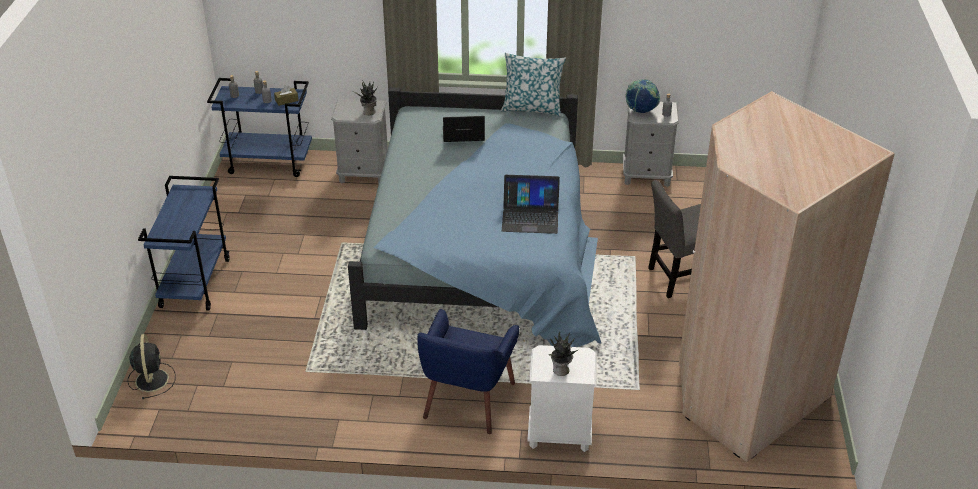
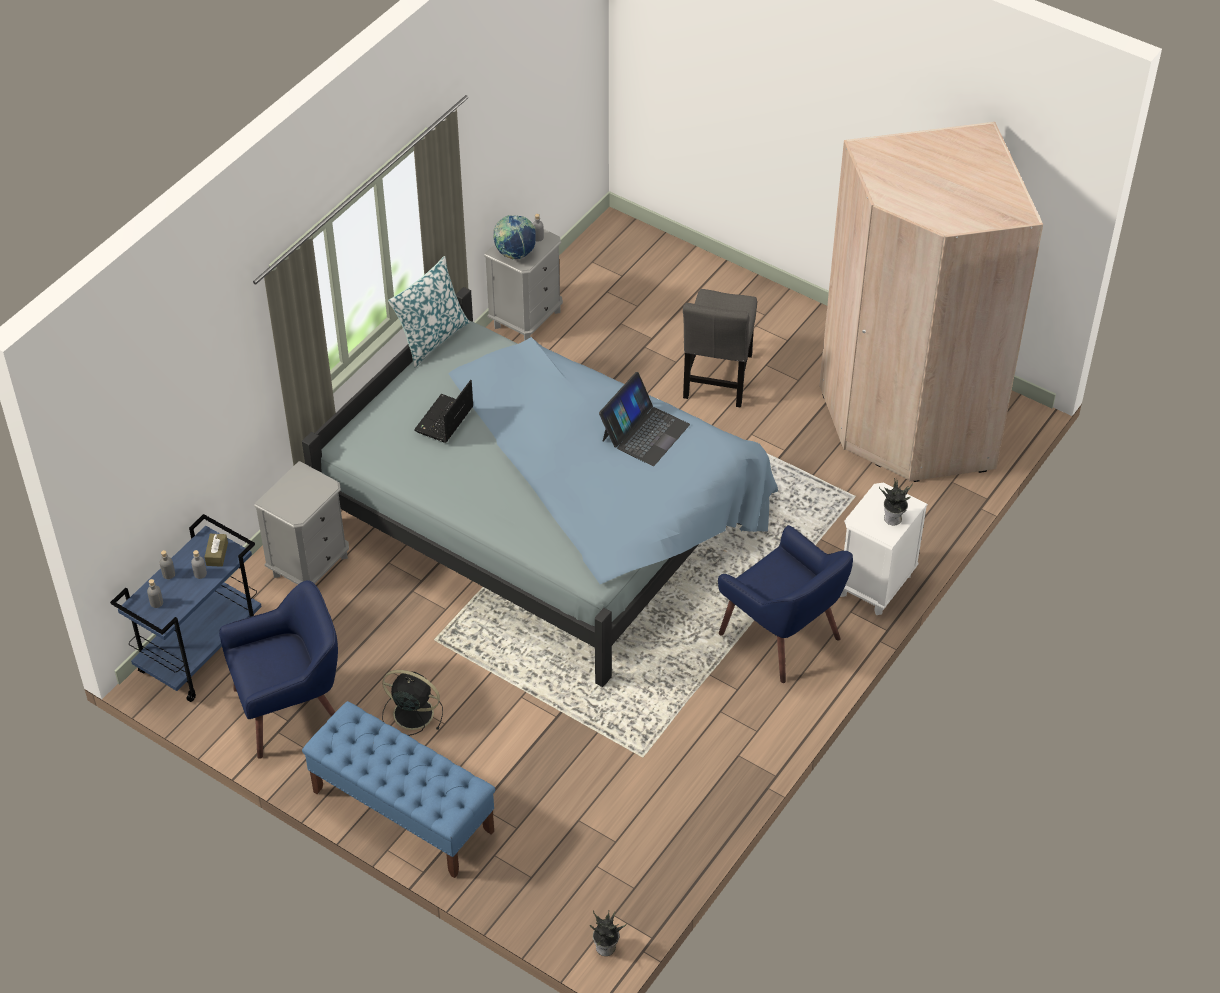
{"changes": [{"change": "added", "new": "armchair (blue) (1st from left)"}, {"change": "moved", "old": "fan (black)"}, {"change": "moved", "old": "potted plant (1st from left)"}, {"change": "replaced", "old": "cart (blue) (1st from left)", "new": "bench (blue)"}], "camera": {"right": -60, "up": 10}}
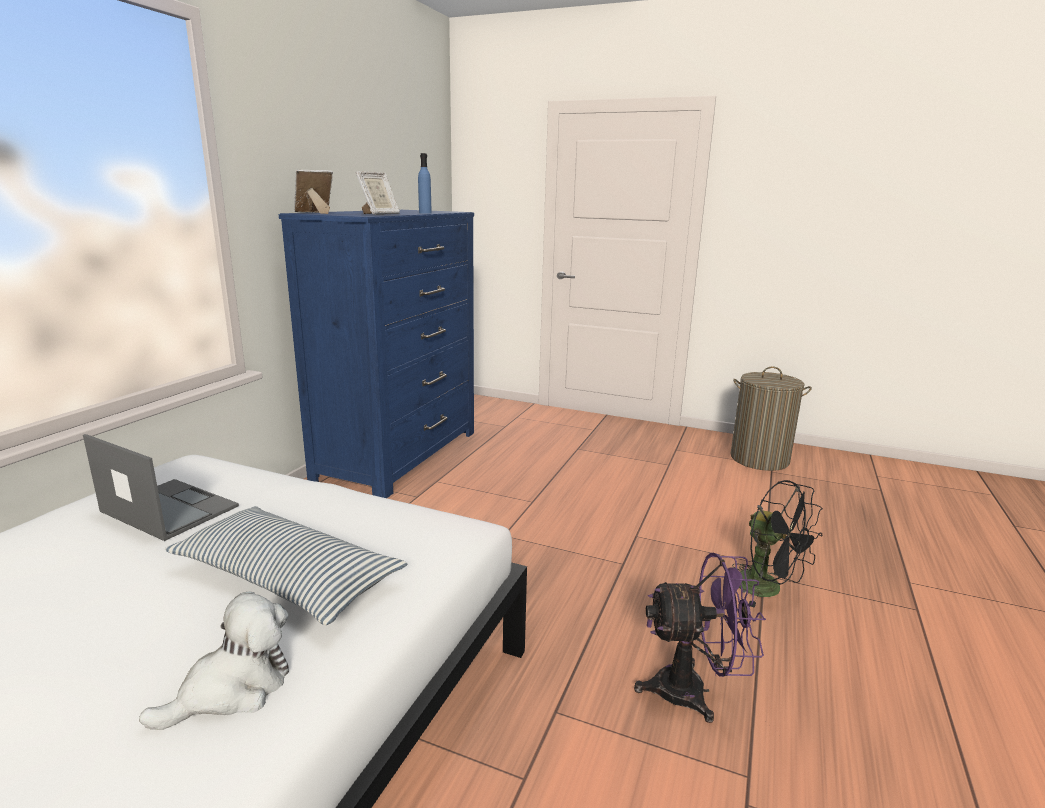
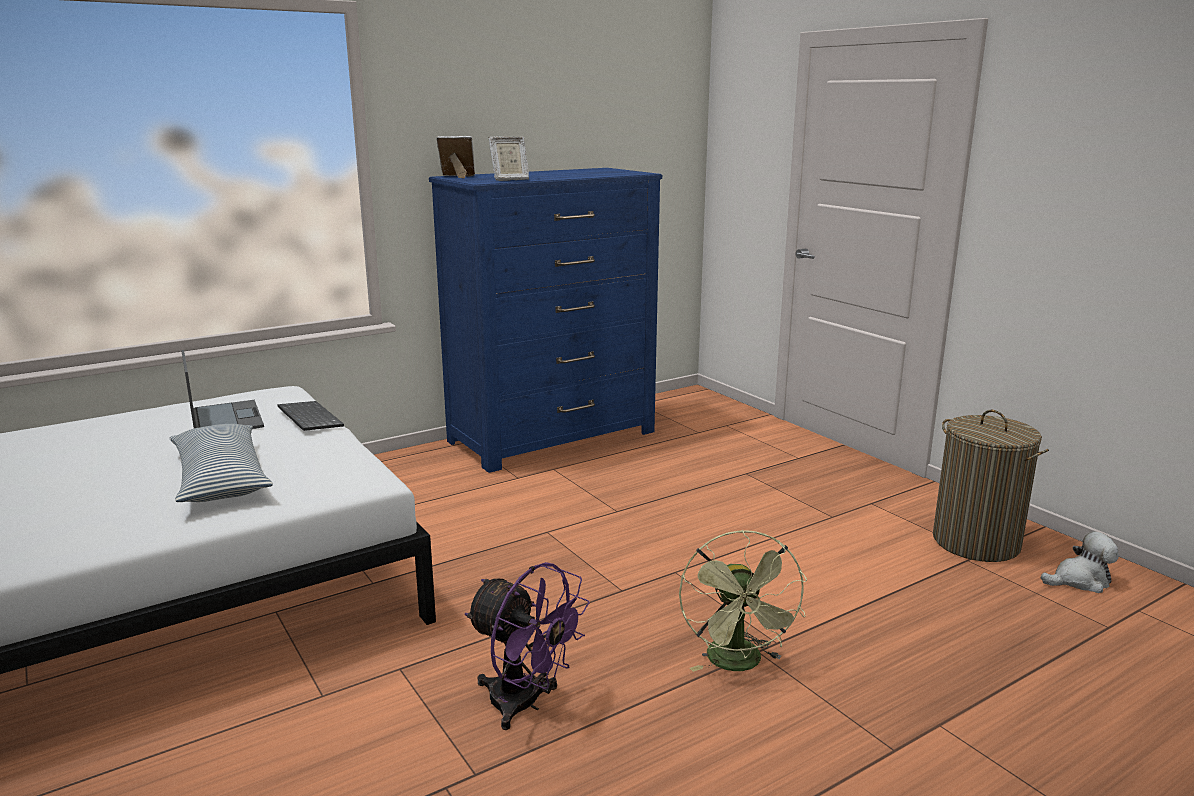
{"changes": [{"change": "removed", "old": "bottle (blue)"}, {"change": "added", "new": "keyboard"}, {"change": "moved", "old": "plush toy"}, {"change": "recoloured", "old": "fan (black)", "new": "fan (green)"}], "camera": {"right": 35, "up": 0}}
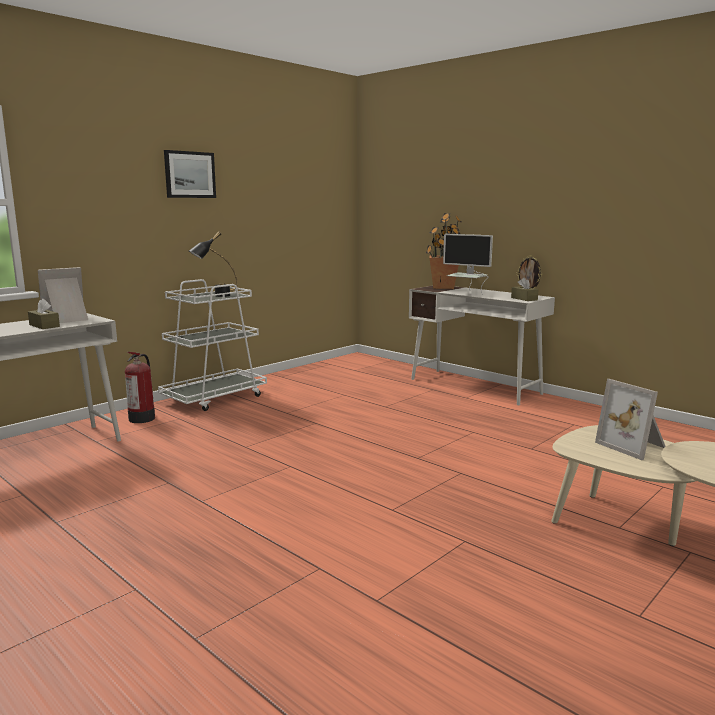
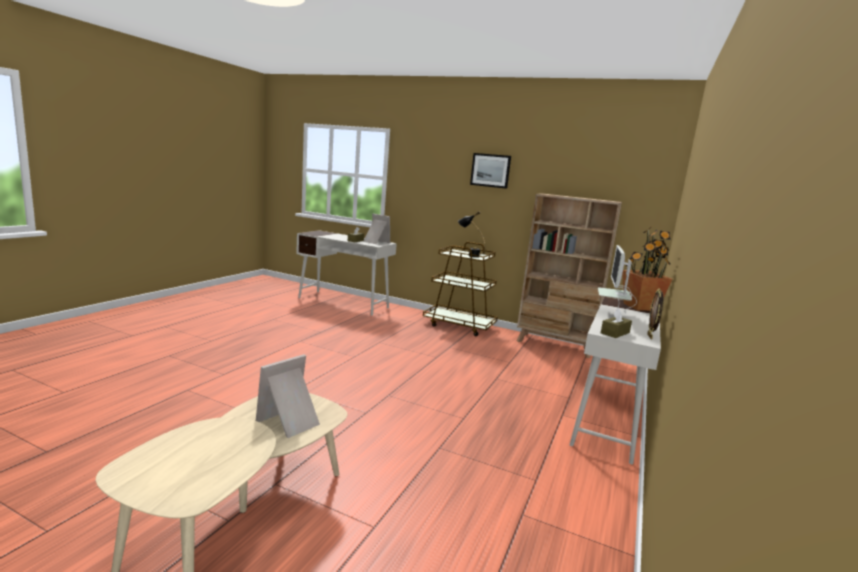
{"changes": [{"change": "removed", "old": "fire extinguisher"}, {"change": "added", "new": "bookcase (beige)"}, {"change": "recoloured", "old": "cart (white)", "new": "cart (brown)"}], "camera": {"right": 70, "up": 0}}
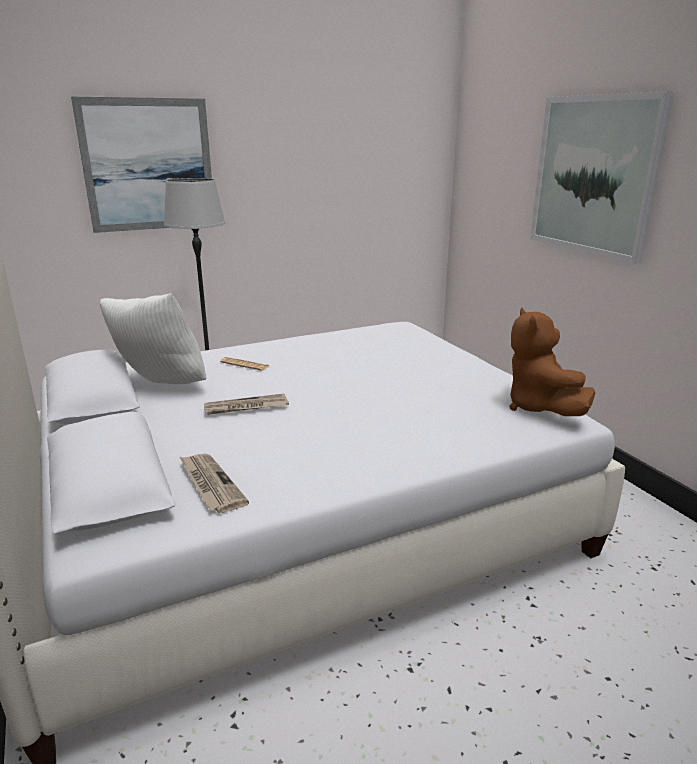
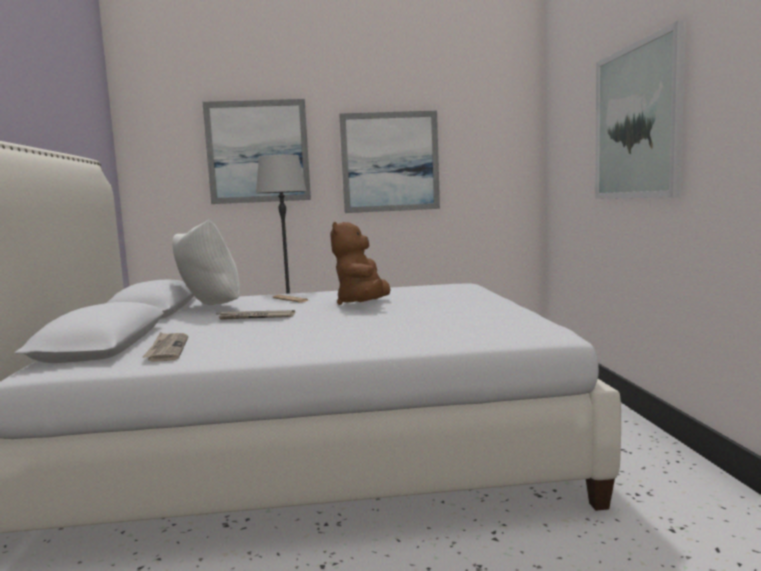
{"changes": [{"change": "added", "new": "picture (2nd from left)"}, {"change": "moved", "old": "plush toy (brown)"}], "camera": {"right": 20, "up": -15}}
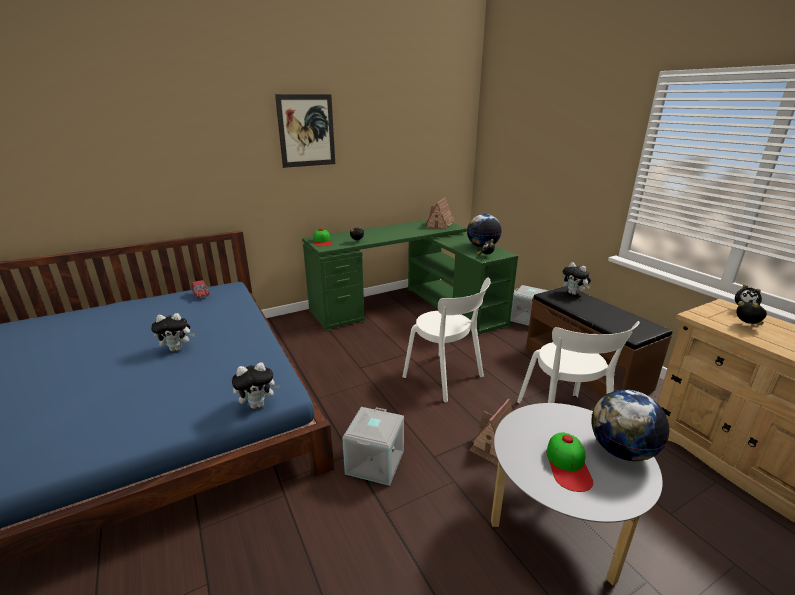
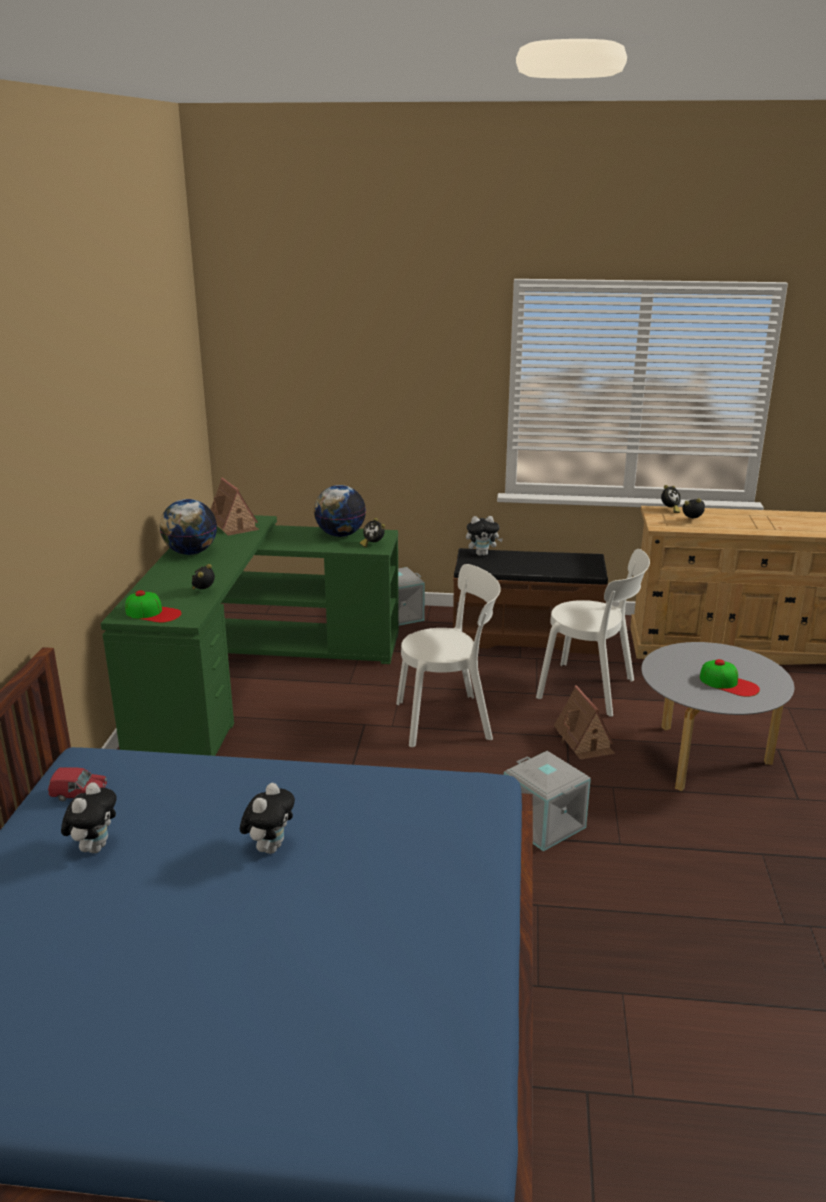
{"changes": [{"change": "removed", "old": "picture"}, {"change": "moved", "old": "plush toy (2nd from left in the first image)", "new": "plush toy (1st from left)"}, {"change": "moved", "old": "globe (2nd from left in the first image)", "new": "globe (1st from left)"}], "camera": {"right": -55, "up": 0}}
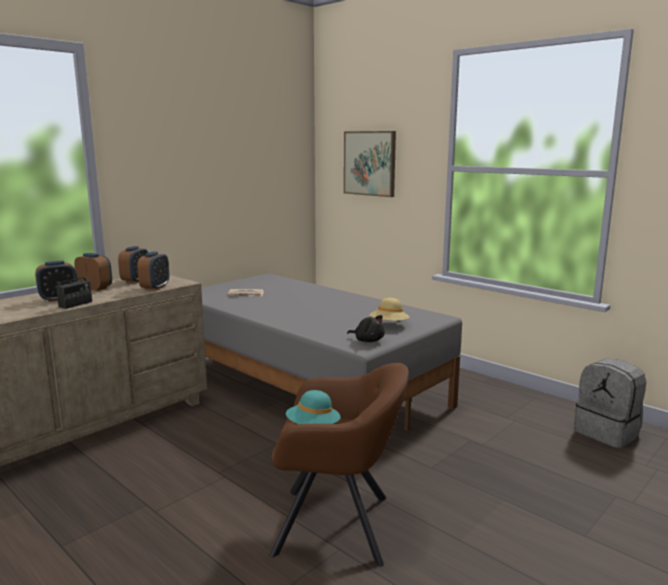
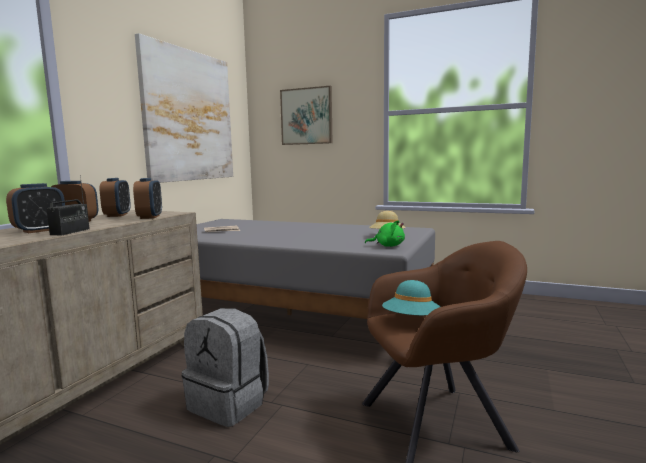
{"changes": [{"change": "added", "new": "picture (1st from left)"}, {"change": "moved", "old": "backpack (grey)"}, {"change": "recoloured", "old": "plush toy (black)", "new": "plush toy (green)"}], "camera": {"right": -20, "up": -5}}
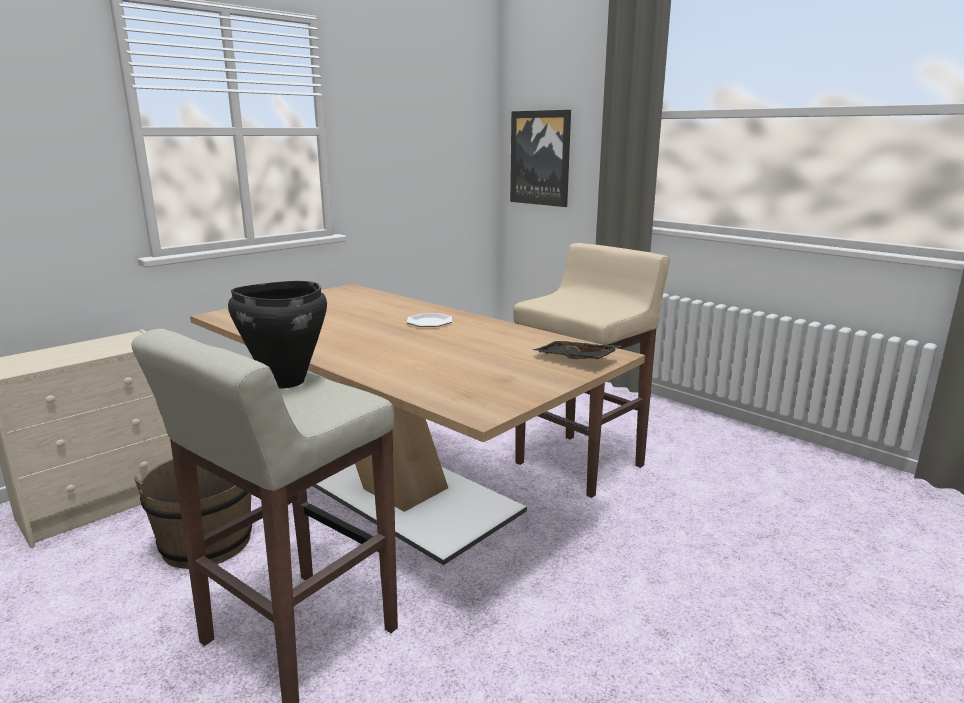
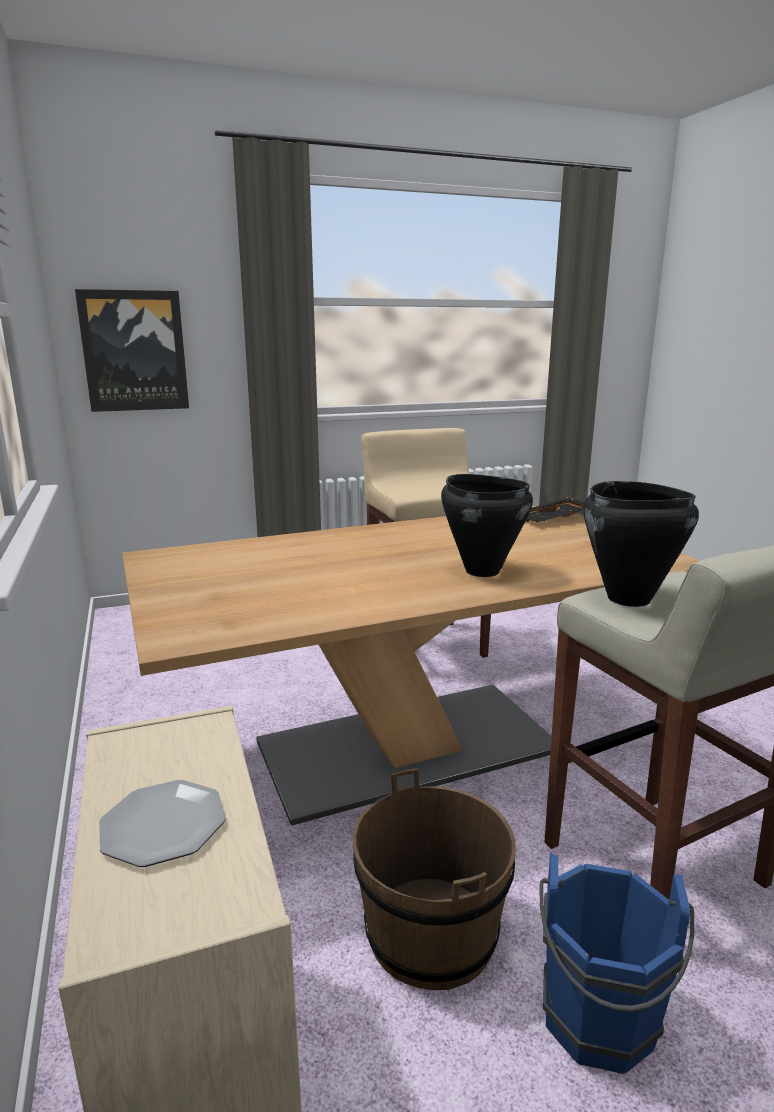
{"changes": [{"change": "added", "new": "cooking pot (black) (1st from left)"}, {"change": "added", "new": "bucket (blue)"}, {"change": "moved", "old": "plate"}], "camera": {"right": -65, "up": 0}}
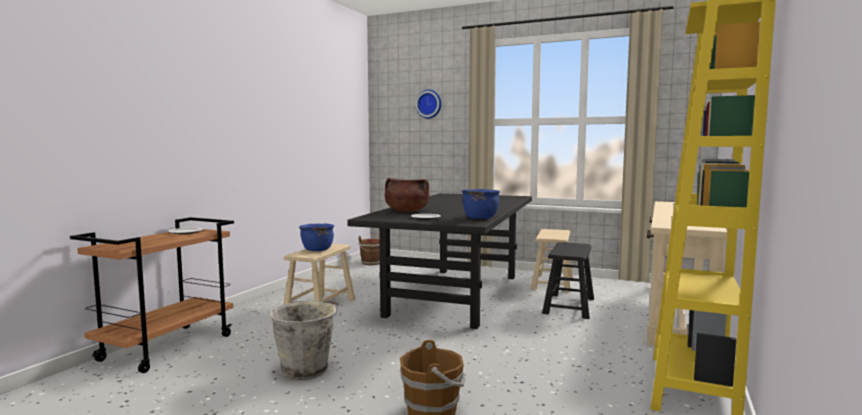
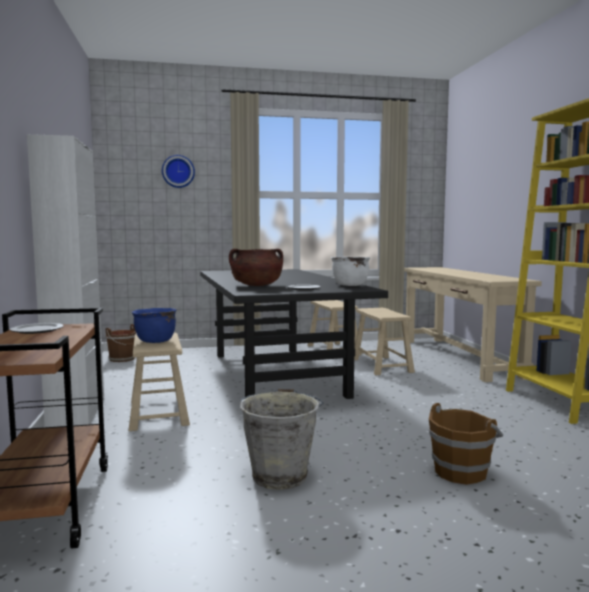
{"changes": [{"change": "added", "new": "cabinet (white)"}, {"change": "recoloured", "old": "cooking pot (blue) (2nd from left)", "new": "cooking pot (white)"}, {"change": "recoloured", "old": "stool (black)", "new": "stool (beige) (3rd from left)"}], "camera": {"right": -35, "up": 0}}
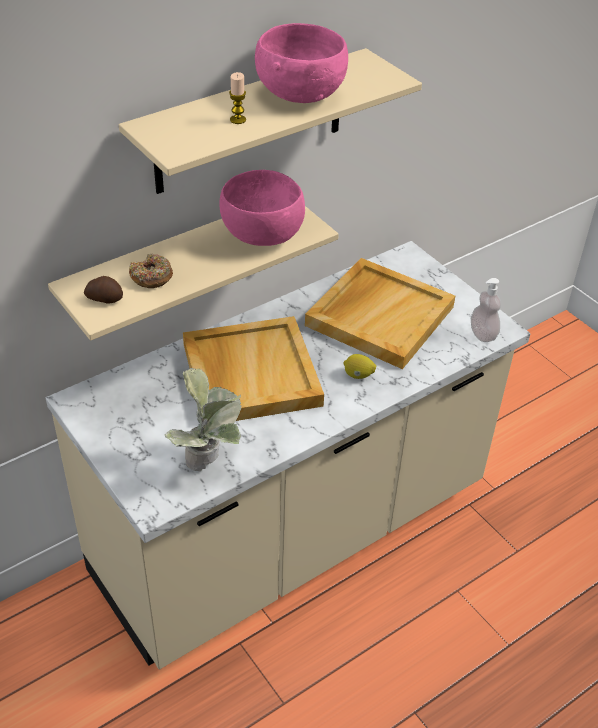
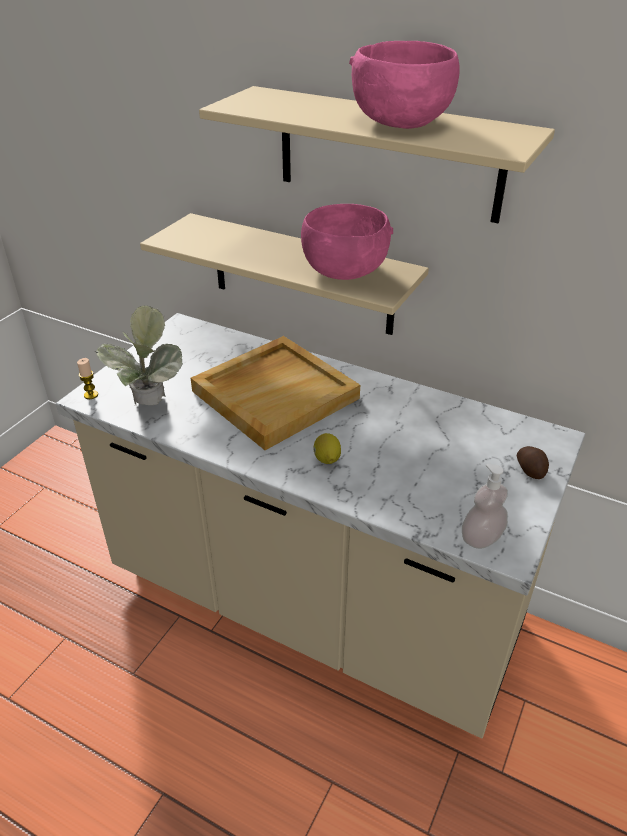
{"changes": [{"change": "removed", "old": "donut"}, {"change": "removed", "old": "tray (beige) (2nd from left)"}, {"change": "moved", "old": "potato"}, {"change": "moved", "old": "candle"}], "camera": {"right": 65, "up": -5}}
